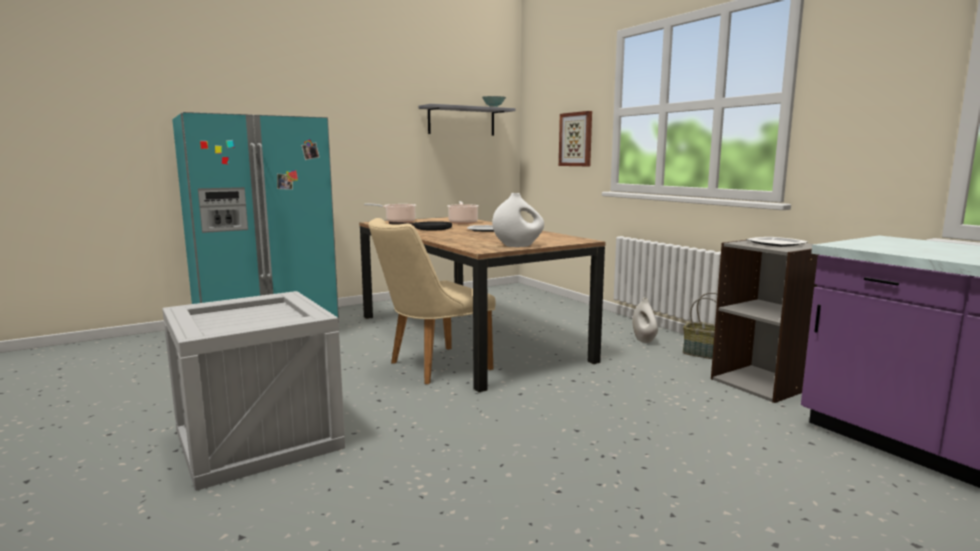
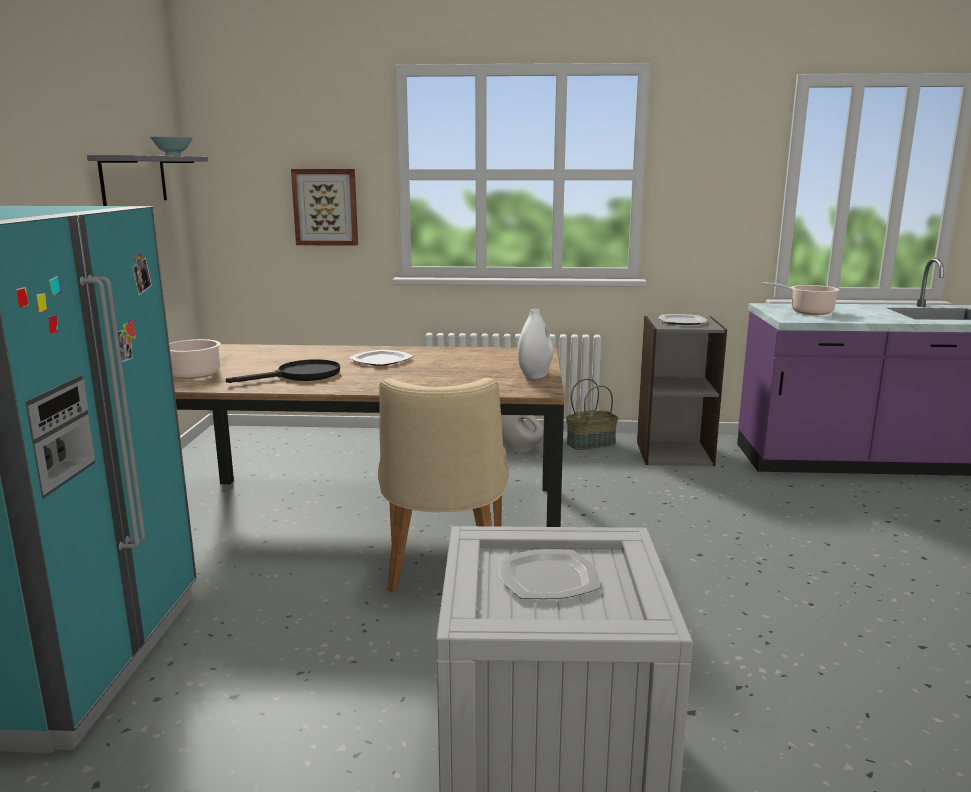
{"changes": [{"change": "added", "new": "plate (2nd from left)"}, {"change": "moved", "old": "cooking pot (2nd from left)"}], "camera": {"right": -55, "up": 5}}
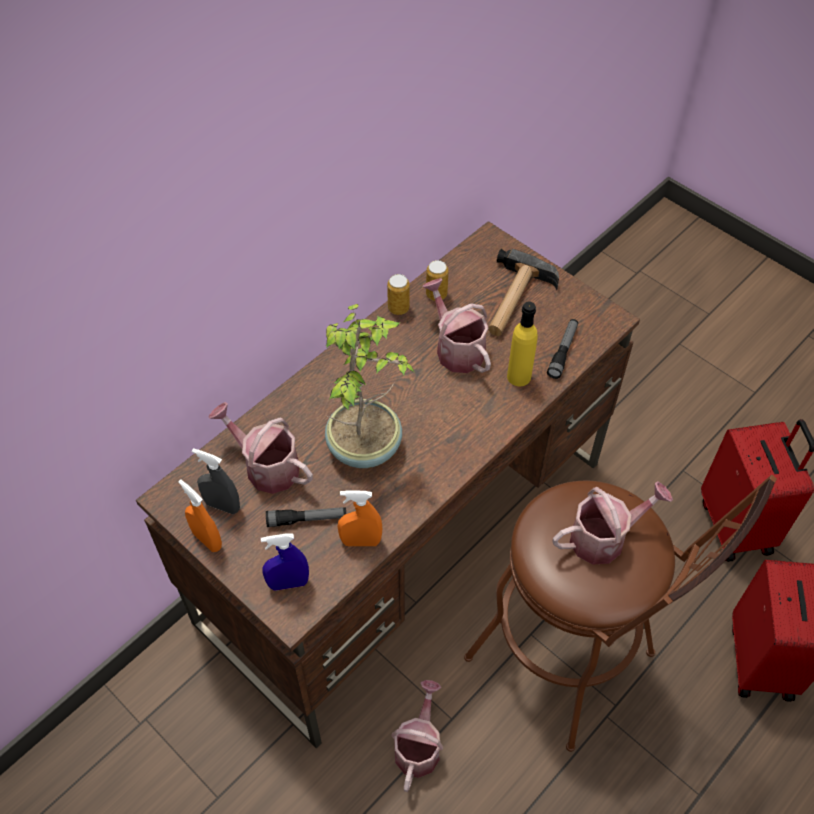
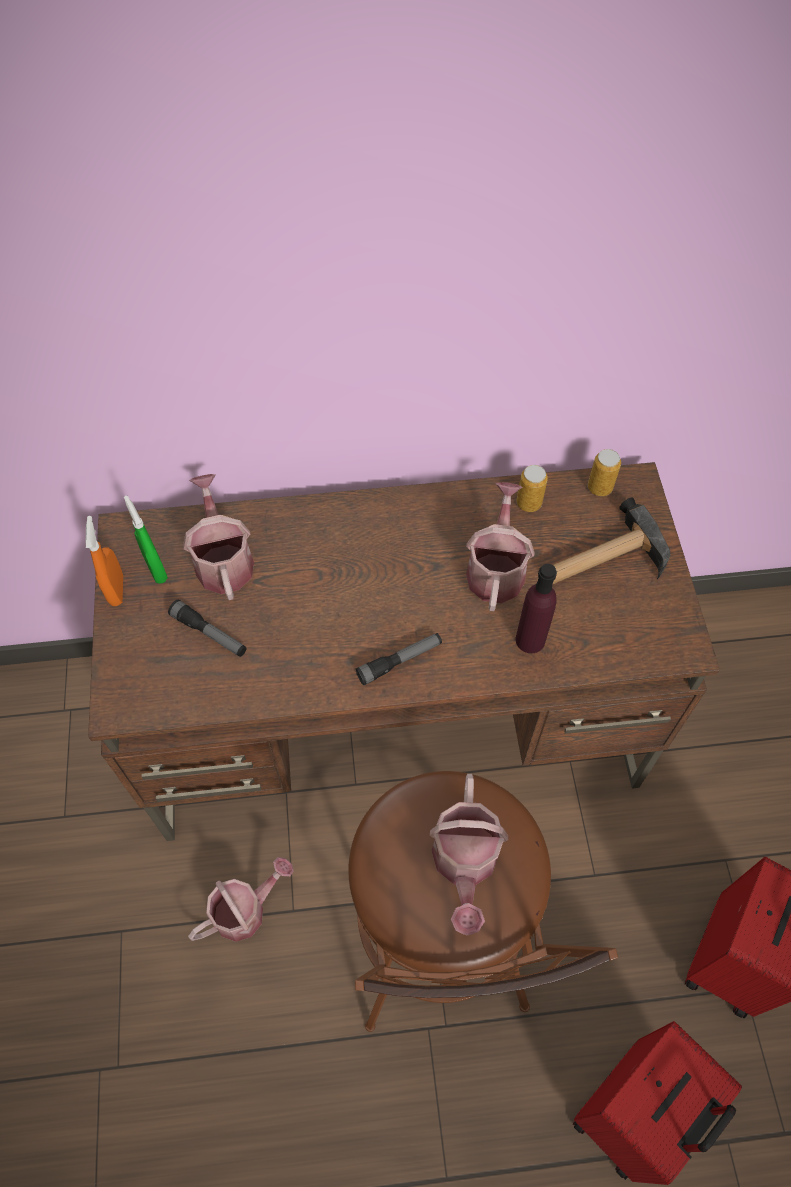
{"changes": [{"change": "removed", "old": "spray bottle (blue)"}, {"change": "removed", "old": "potted plant"}, {"change": "removed", "old": "spray bottle (orange) (2nd from left)"}, {"change": "moved", "old": "can (1st from left in the first image)", "new": "can (2nd from left)"}, {"change": "moved", "old": "flashlight (2nd from left)"}, {"change": "recoloured", "old": "spray bottle (grey)", "new": "spray bottle (green)"}, {"change": "recoloured", "old": "bottle (yellow)", "new": "bottle (purple)"}, {"change": "turned", "old": "watering can (4th from left in the first image)", "degrees": 75}], "camera": {"right": 40, "up": 5}}
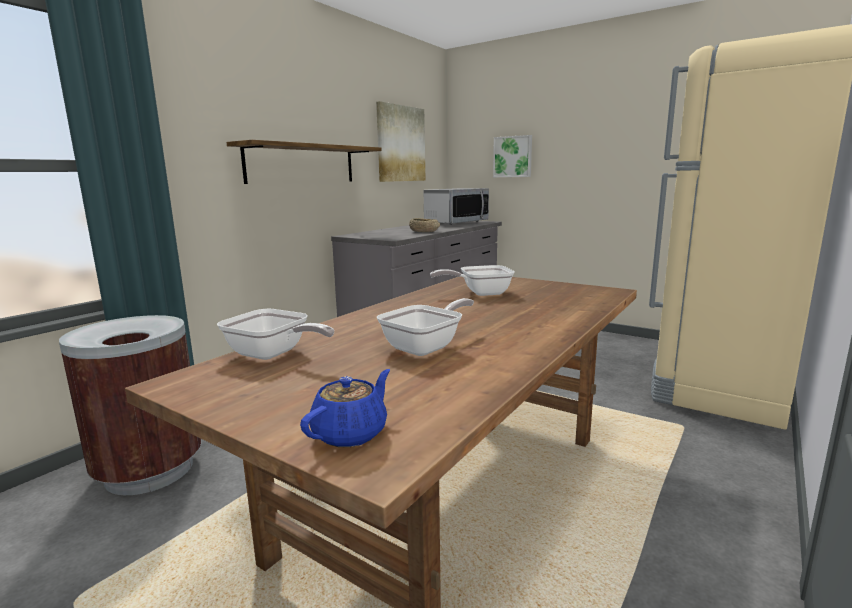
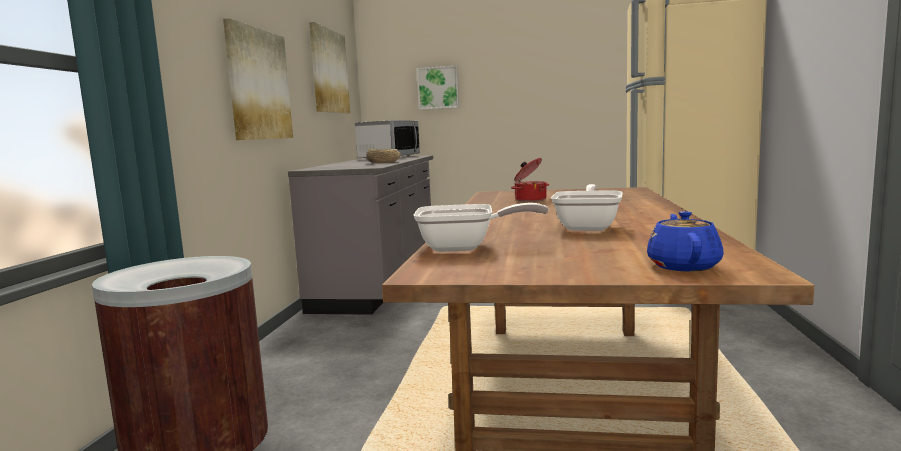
{"changes": [{"change": "replaced", "old": "shelf", "new": "picture (1st from left)"}, {"change": "replaced", "old": "frying pan (3rd from left)", "new": "cooking pot"}], "camera": {"right": -25, "up": -5}}
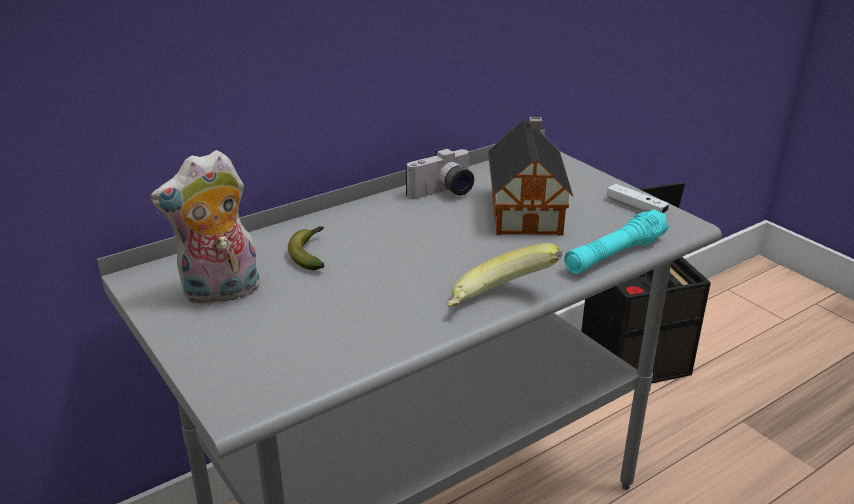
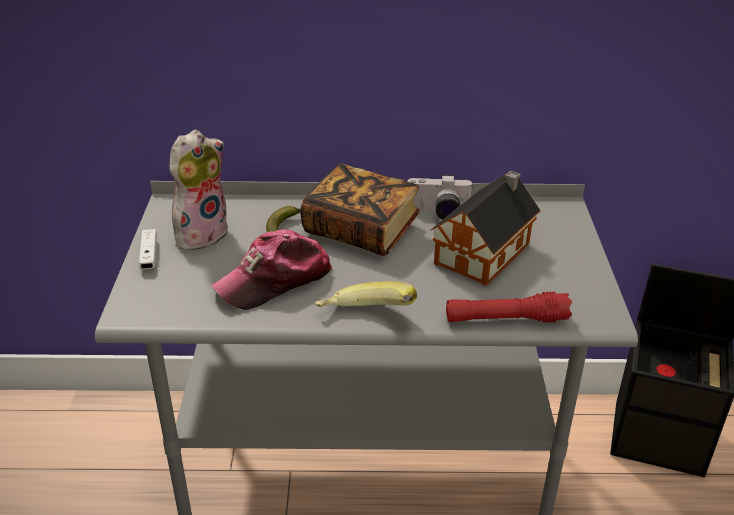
{"changes": [{"change": "added", "new": "cap"}, {"change": "added", "new": "book"}, {"change": "moved", "old": "game controller (white)"}, {"change": "recoloured", "old": "flashlight (turquoise)", "new": "flashlight (red)"}, {"change": "turned", "old": "plush toy", "degrees": 120}], "camera": {"right": 35, "up": 5}}
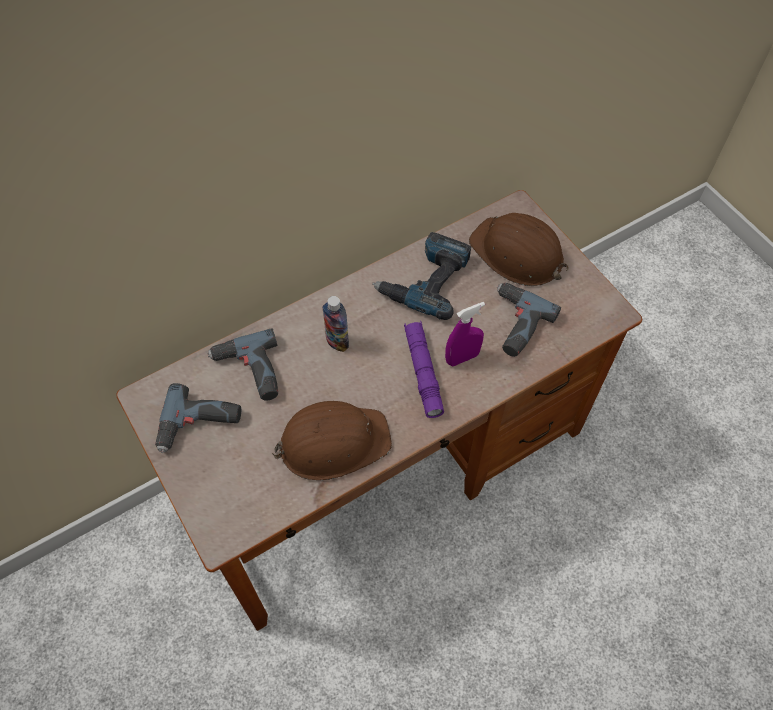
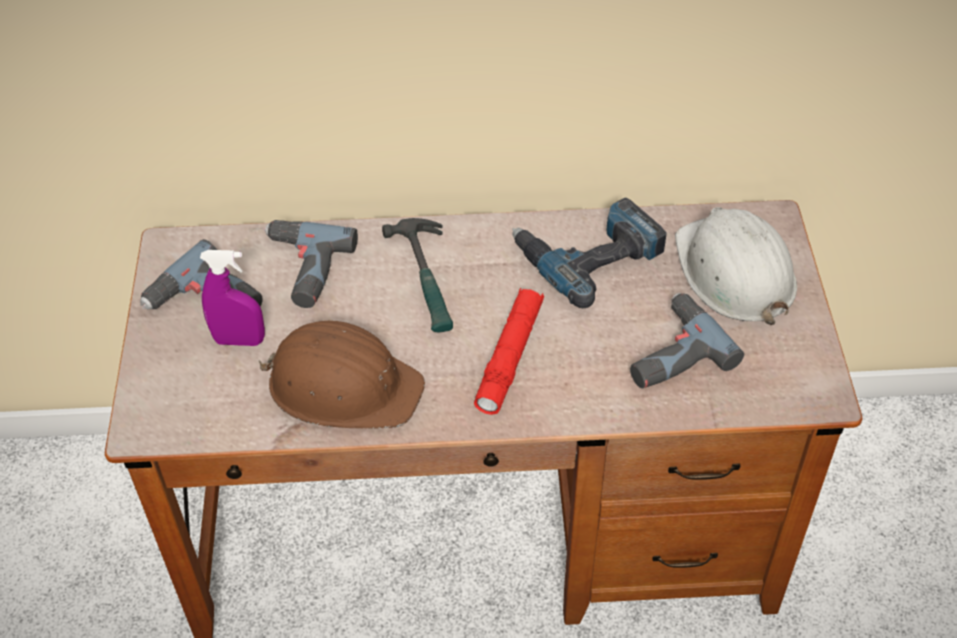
{"changes": [{"change": "moved", "old": "spray bottle (purple)"}, {"change": "replaced", "old": "bottle", "new": "hammer"}, {"change": "recoloured", "old": "flashlight (purple)", "new": "flashlight (red)"}, {"change": "recoloured", "old": "hard hat (brown) (2nd from left)", "new": "hard hat (white)"}], "camera": {"right": 30, "up": -10}}
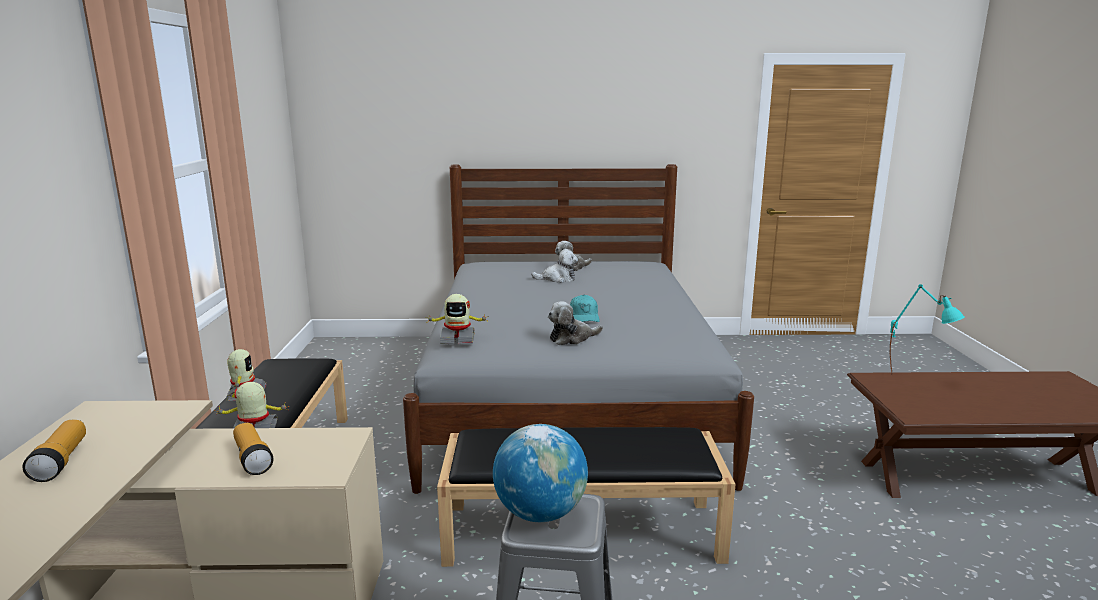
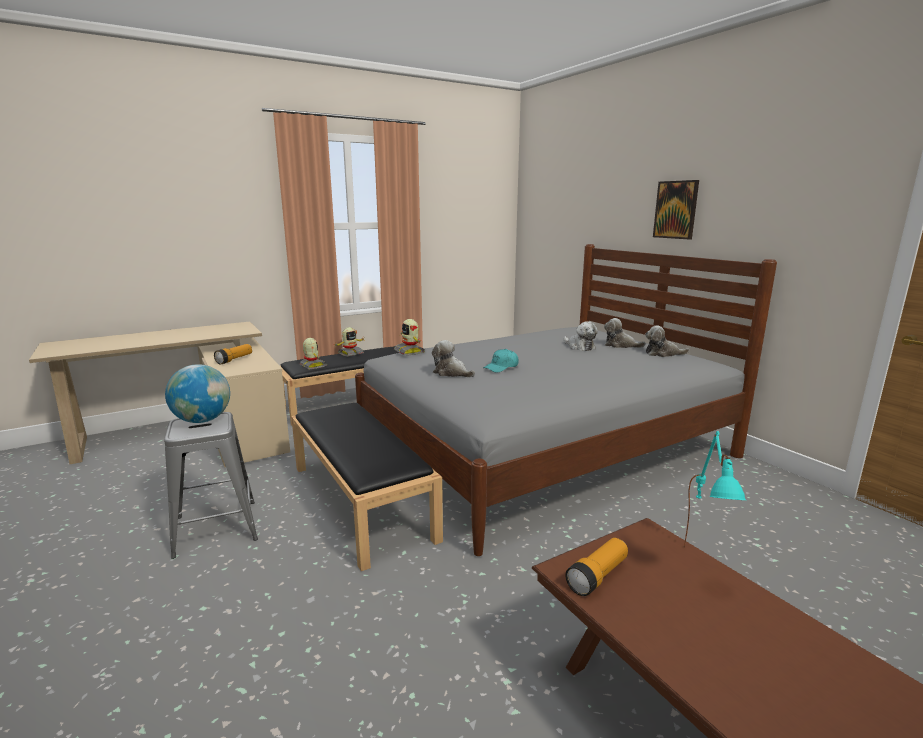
{"changes": [{"change": "added", "new": "plush toy (4th from left)"}, {"change": "added", "new": "picture"}, {"change": "moved", "old": "flashlight (1st from left in the first image)", "new": "flashlight (2nd from left)"}], "camera": {"right": 60, "up": 0}}
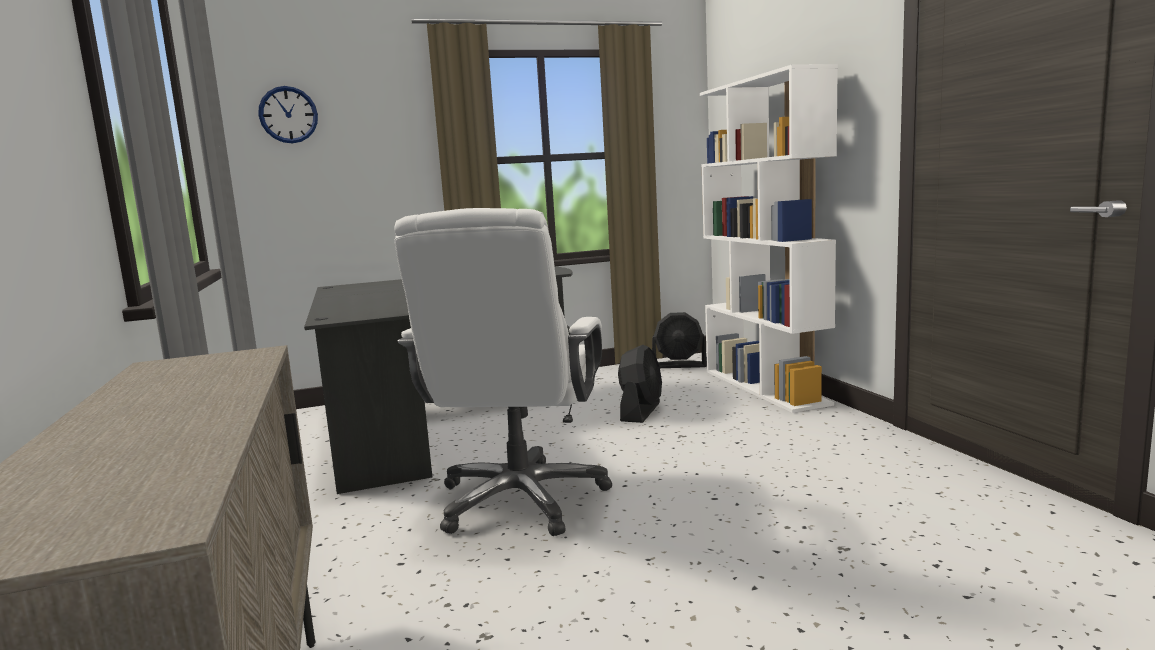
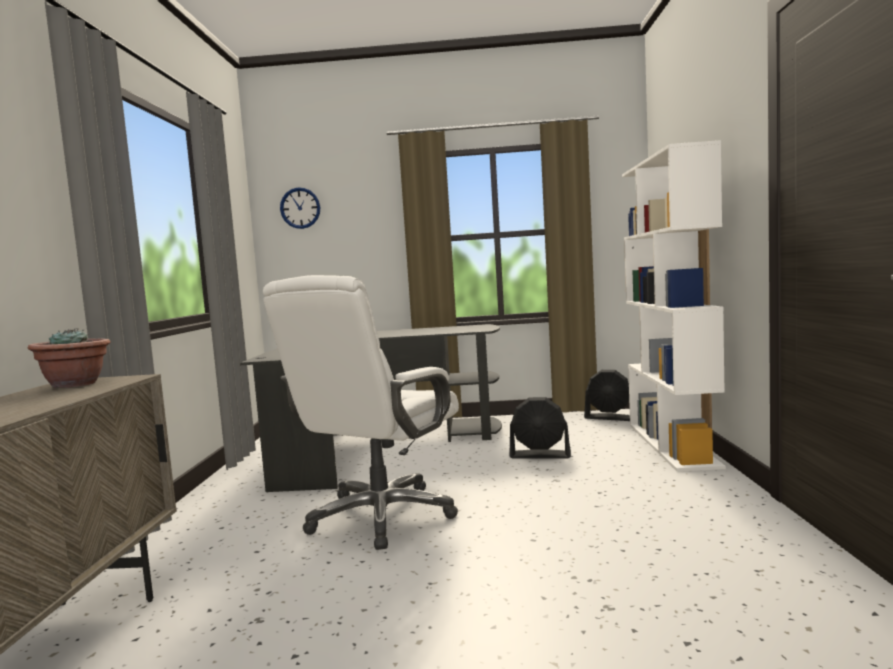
{"changes": [{"change": "added", "new": "potted plant"}, {"change": "turned", "old": "fan (black) (1st from left)", "degrees": 60}], "camera": {"right": 20, "up": -5}}
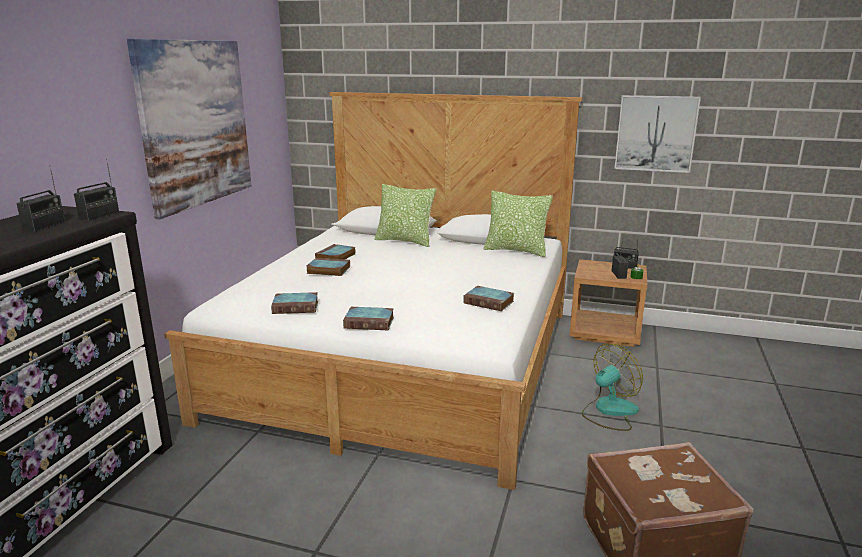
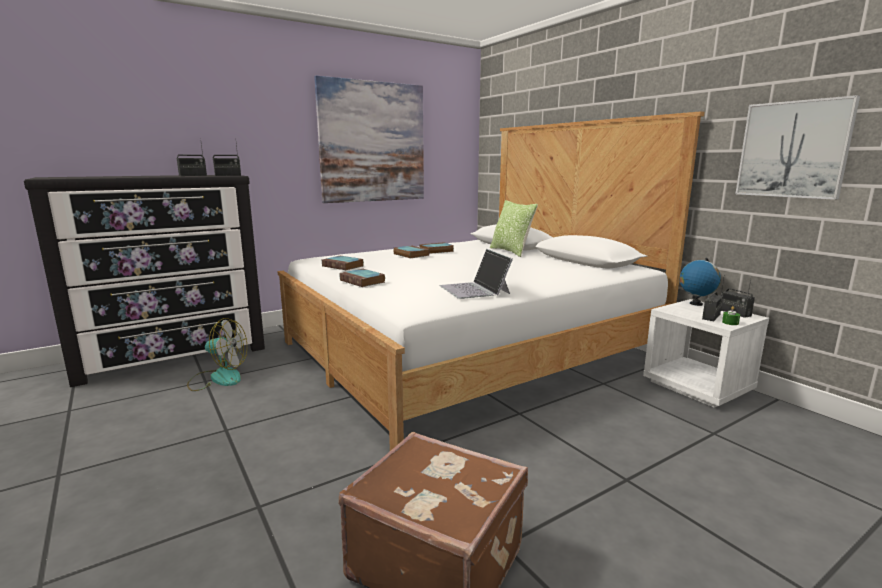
{"changes": [{"change": "removed", "old": "pillow (2nd from left)"}, {"change": "added", "new": "globe"}, {"change": "moved", "old": "fan"}, {"change": "replaced", "old": "book (5th from left)", "new": "laptop"}, {"change": "recoloured", "old": "nightstand (brown)", "new": "nightstand (white)"}], "camera": {"right": 40, "up": -5}}
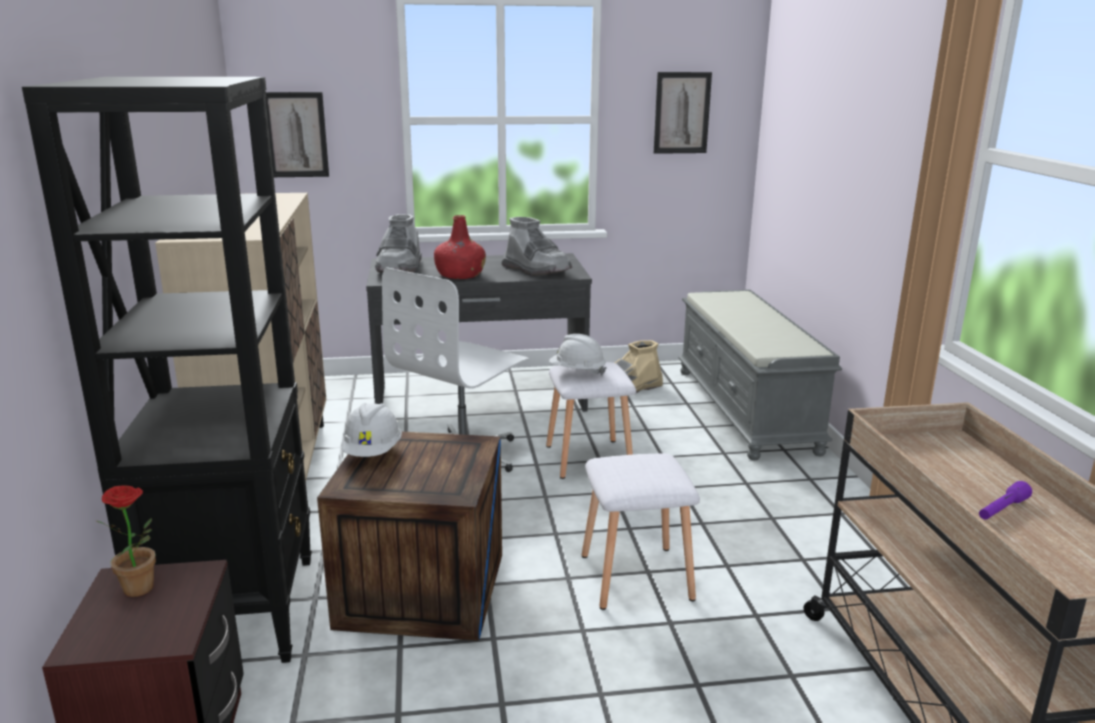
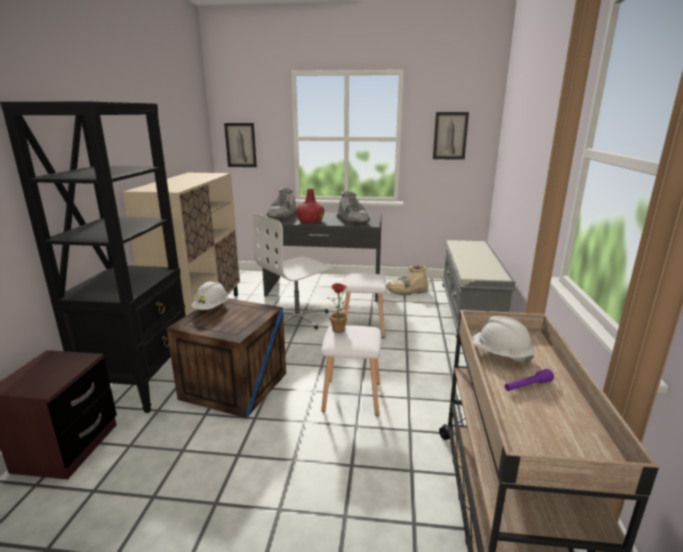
{"changes": [{"change": "moved", "old": "potted plant"}, {"change": "moved", "old": "hard hat (white) (2nd from left)"}], "camera": {"right": 15, "up": 0}}
